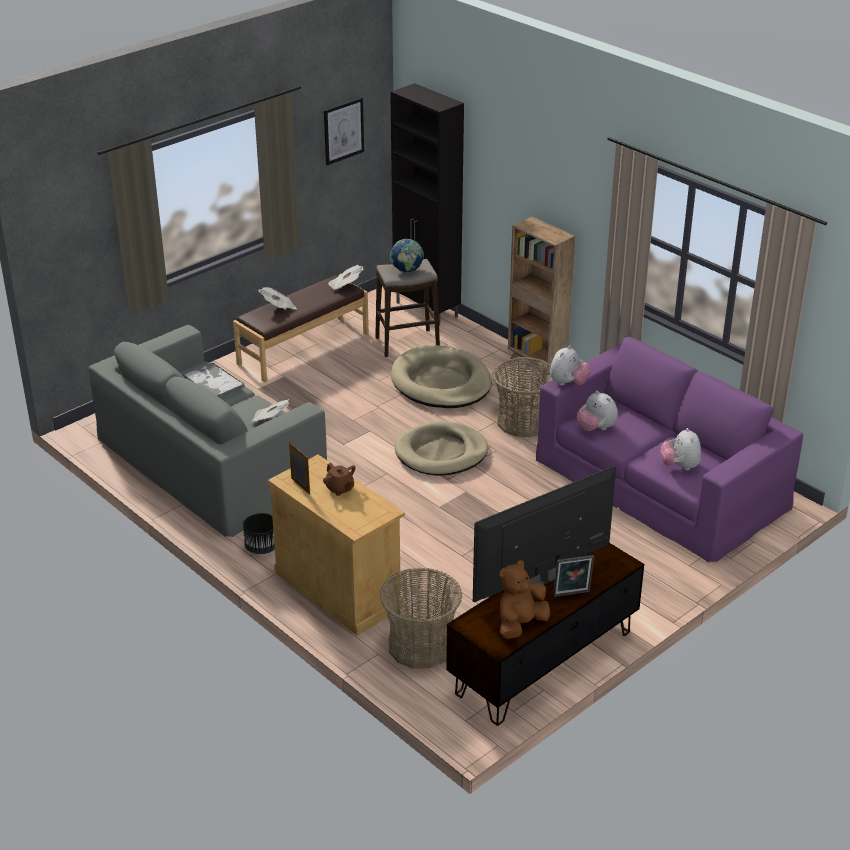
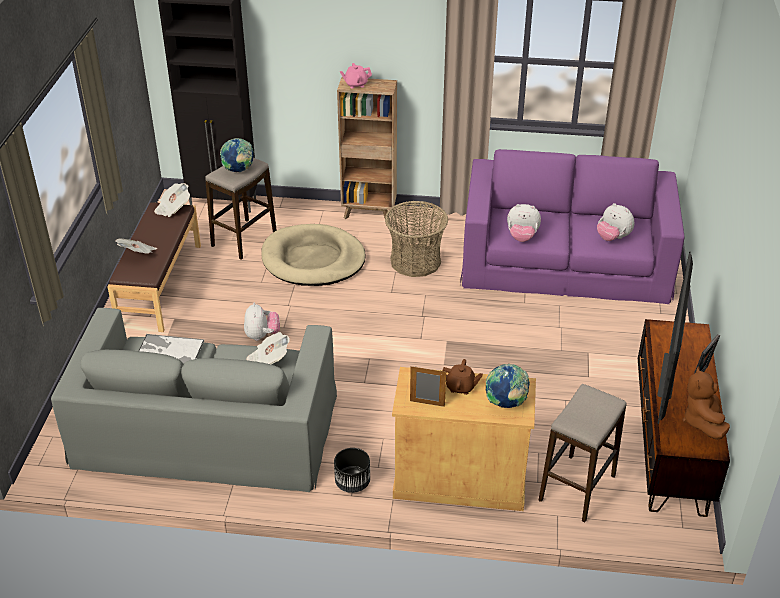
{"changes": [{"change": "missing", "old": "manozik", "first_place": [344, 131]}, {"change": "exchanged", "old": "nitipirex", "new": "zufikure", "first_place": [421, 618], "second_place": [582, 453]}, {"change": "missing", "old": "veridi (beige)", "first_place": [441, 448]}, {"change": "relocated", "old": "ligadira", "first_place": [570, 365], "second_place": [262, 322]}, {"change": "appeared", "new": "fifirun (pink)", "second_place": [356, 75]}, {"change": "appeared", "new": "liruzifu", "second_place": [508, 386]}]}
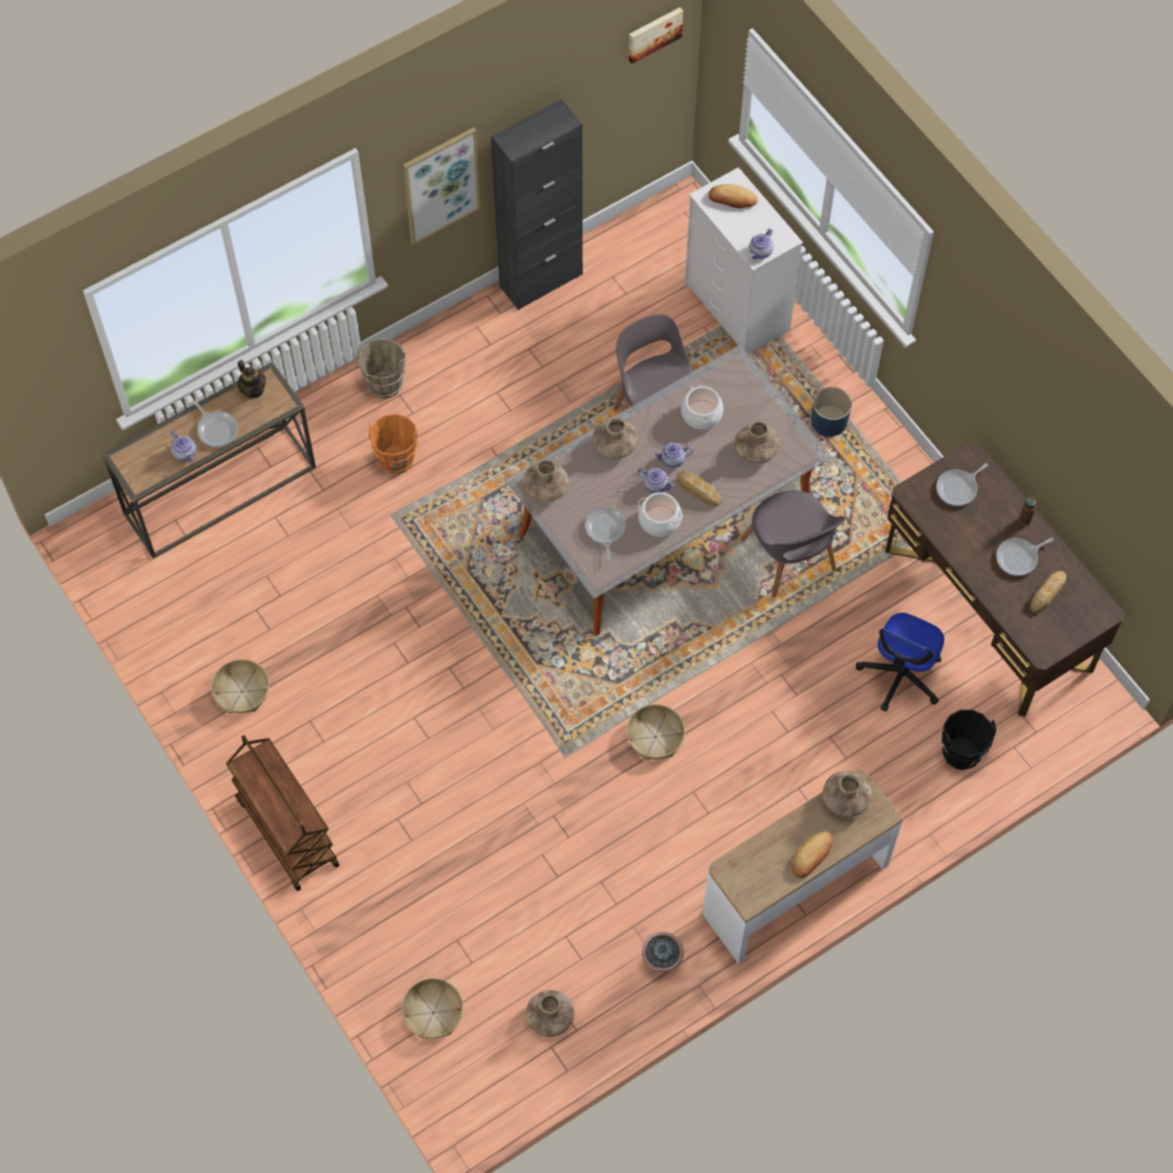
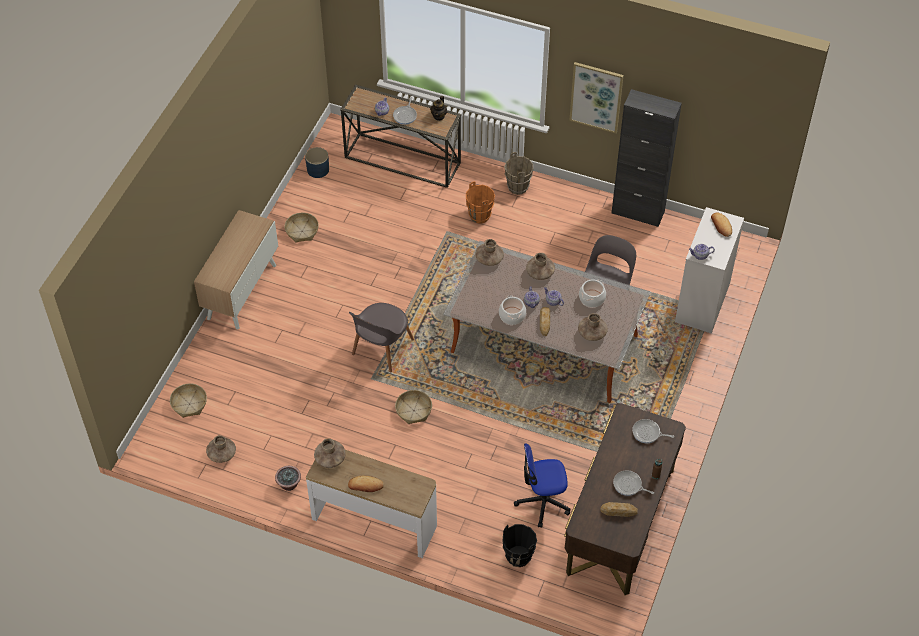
{"changes": [{"change": "exchanged", "old": "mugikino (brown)", "new": "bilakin", "first_place": [283, 813], "second_place": [236, 270]}, {"change": "missing", "old": "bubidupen", "first_place": [605, 534]}, {"change": "missing", "old": "manozik", "first_place": [656, 35]}, {"change": "relocated", "old": "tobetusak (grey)", "first_place": [793, 543], "second_place": [381, 337]}, {"change": "relocated", "old": "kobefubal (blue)", "first_place": [831, 412], "second_place": [317, 162]}, {"change": "relocated", "old": "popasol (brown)", "first_place": [847, 794], "second_place": [330, 453]}]}
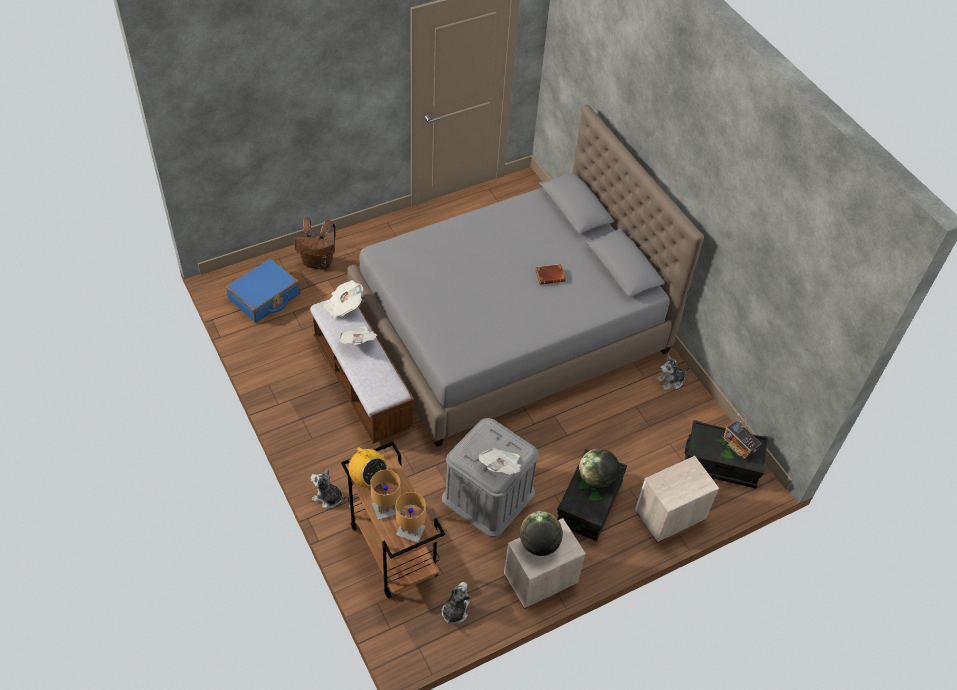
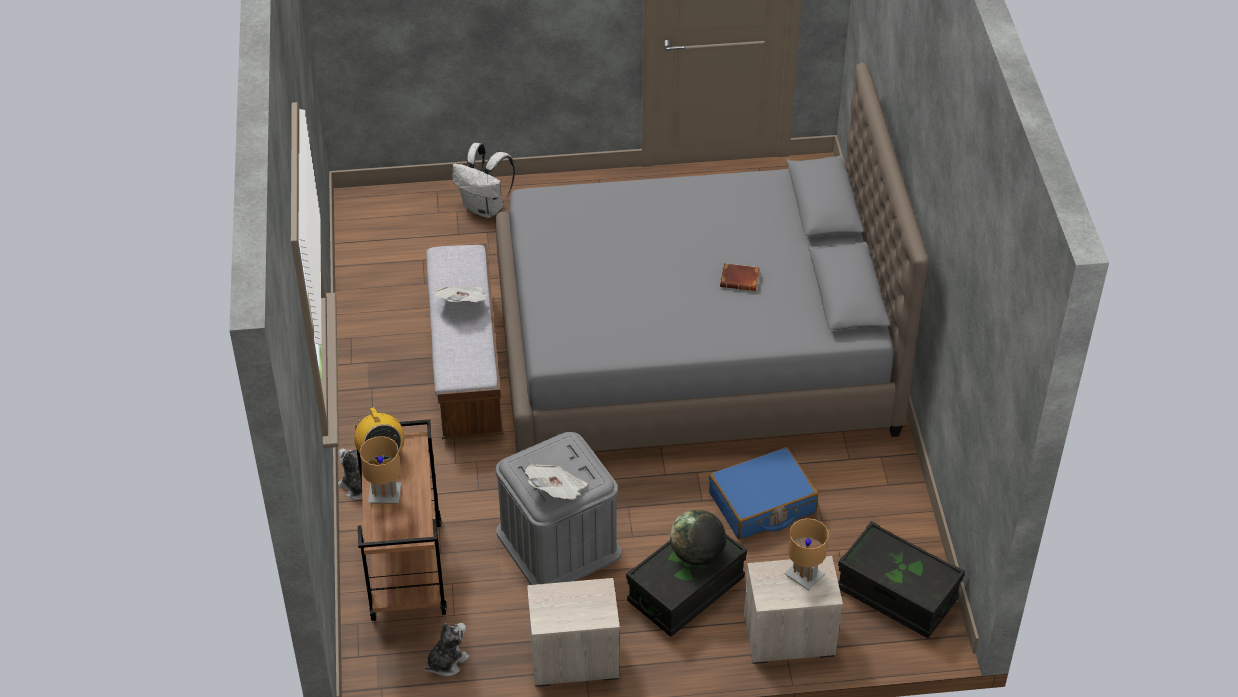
{"changes": [{"change": "relocated", "old": "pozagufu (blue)", "first_place": [263, 290], "second_place": [763, 493]}, {"change": "colour", "old": "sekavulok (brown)", "new": "sekavulok (white)", "first_place": [315, 243], "second_place": [483, 180]}, {"change": "missing", "old": "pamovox", "first_place": [343, 299]}, {"change": "relocated", "old": "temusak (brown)", "first_place": [410, 517], "second_place": [806, 554]}, {"change": "missing", "old": "liruzifu", "first_place": [541, 533]}, {"change": "missing", "old": "ligadira", "first_place": [673, 372]}, {"change": "missing", "old": "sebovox", "first_place": [742, 436]}]}
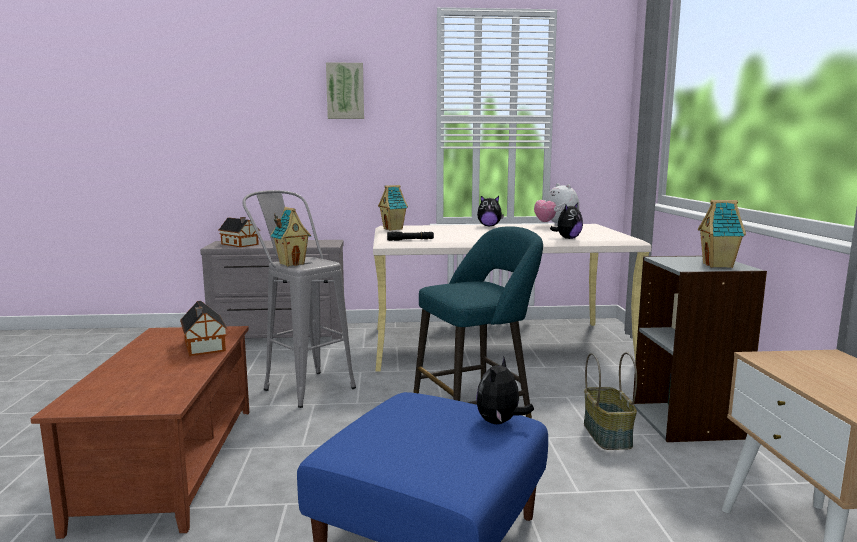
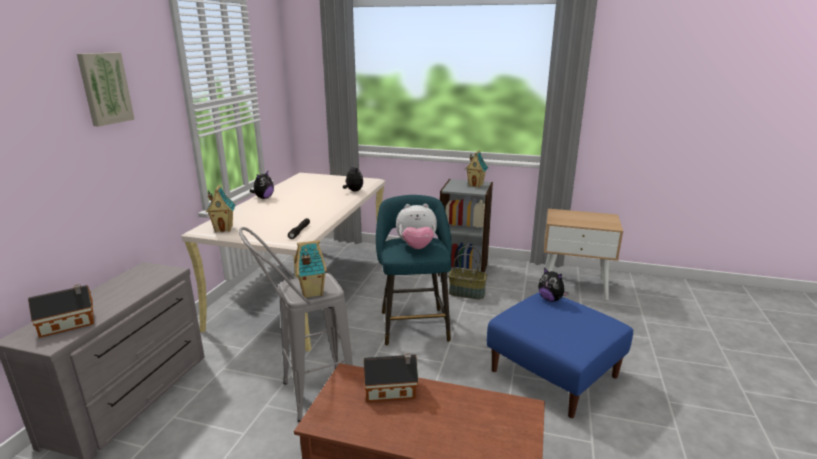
{"changes": [{"change": "relocated", "old": "ligadira", "first_place": [556, 204], "second_place": [416, 226]}]}
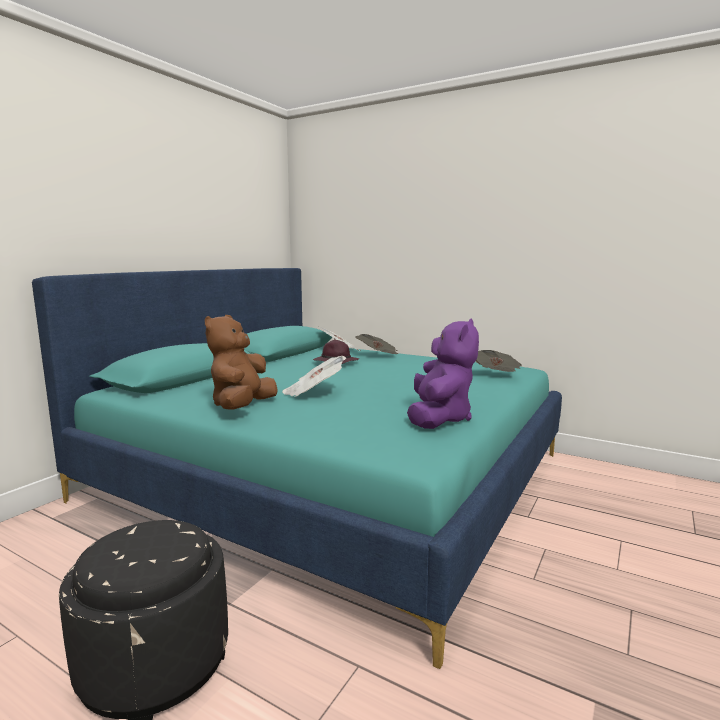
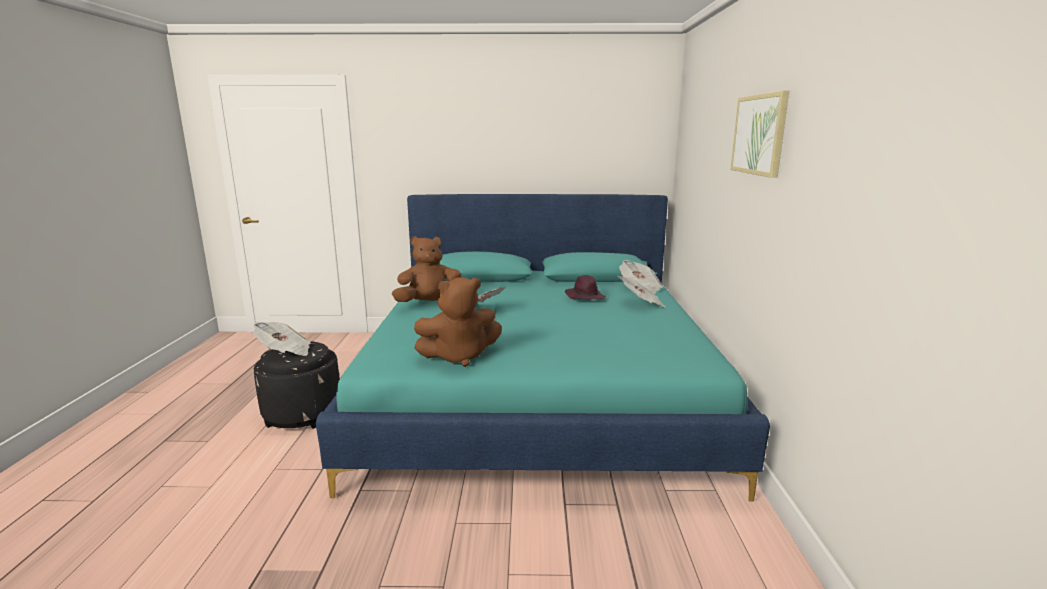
{"changes": [{"change": "colour", "old": "ligadira (purple)", "new": "ligadira (brown)", "first_place": [443, 373], "second_place": [458, 322]}, {"change": "relocated", "old": "pamovox", "first_place": [499, 361], "second_place": [282, 339]}, {"change": "appeared", "new": "manozik", "second_place": [759, 134]}]}
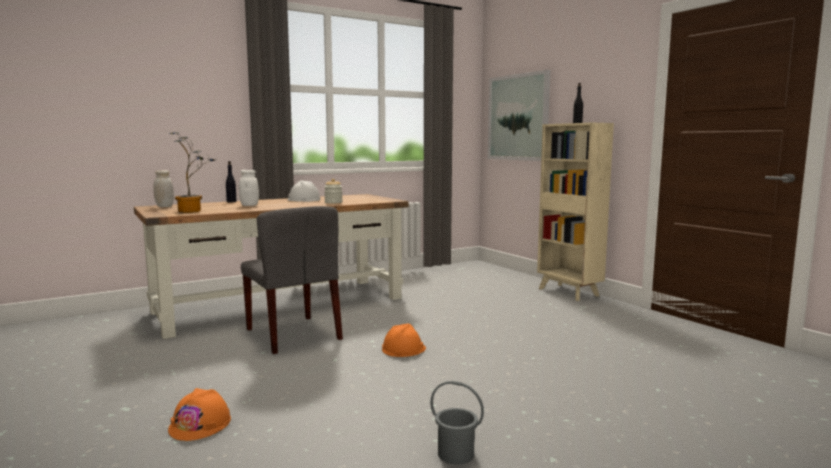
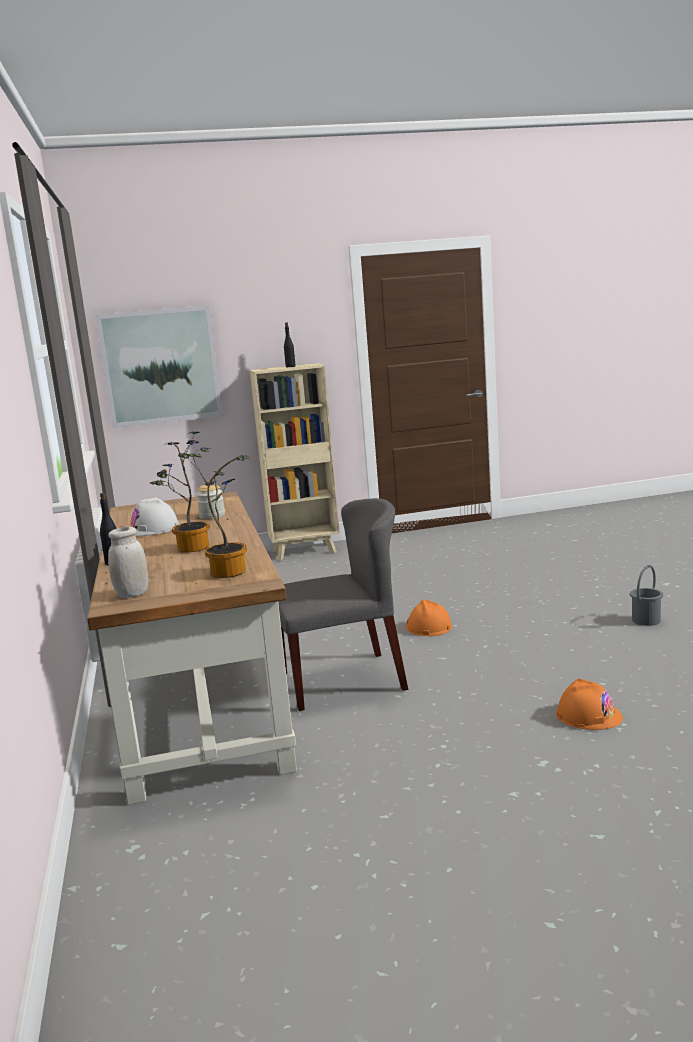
{"changes": [{"change": "exchanged", "old": "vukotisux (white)", "new": "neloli", "first_place": [249, 188], "second_place": [180, 491]}]}
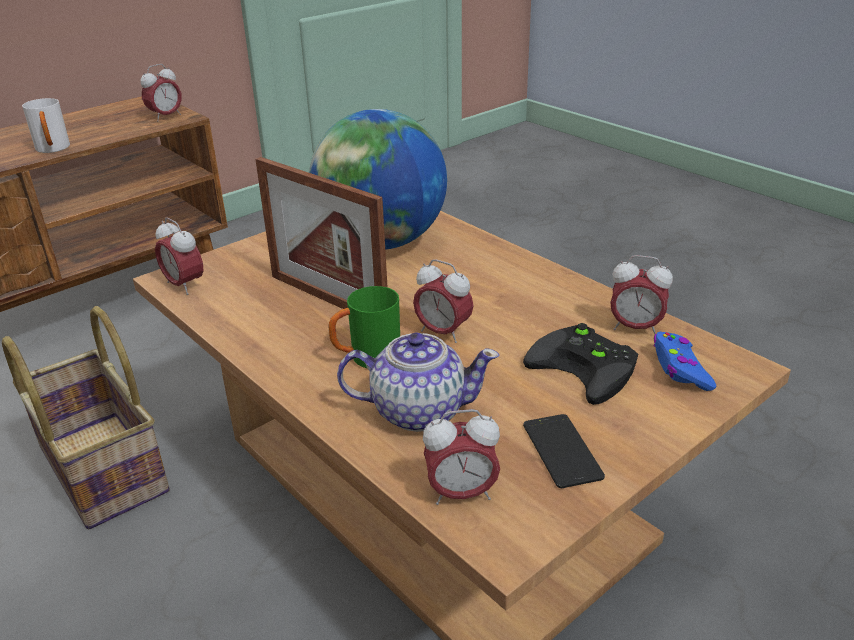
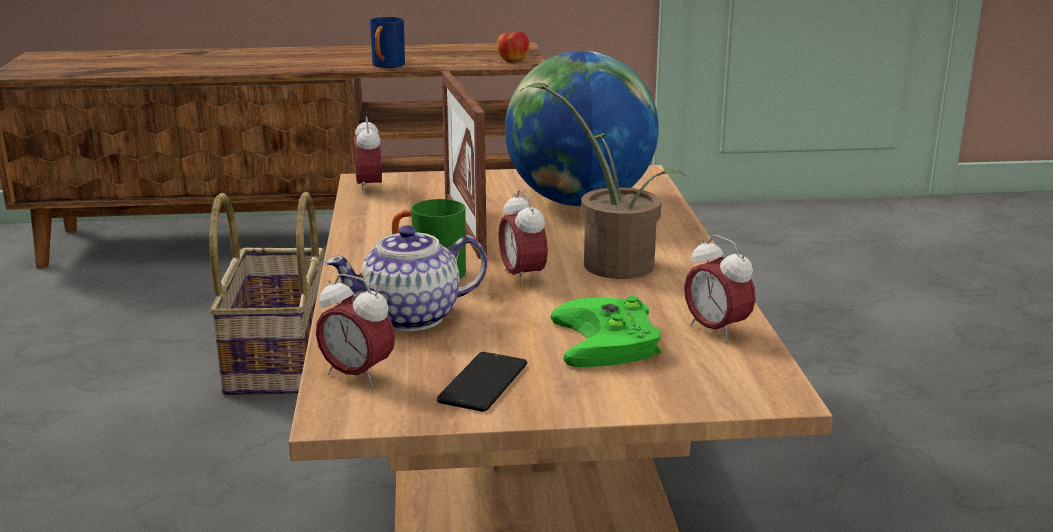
{"changes": [{"change": "colour", "old": "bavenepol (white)", "new": "bavenepol (blue)", "first_place": [46, 125], "second_place": [387, 42]}, {"change": "exchanged", "old": "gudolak", "new": "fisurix", "first_place": [161, 92], "second_place": [512, 46]}, {"change": "spun", "old": "fifirun", "first_place": [418, 382], "second_place": [406, 278], "degrees": 120}, {"change": "colour", "old": "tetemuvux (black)", "new": "tetemuvux (green)", "first_place": [580, 364], "second_place": [605, 331]}, {"change": "missing", "old": "tetemuvux (blue)", "first_place": [685, 361]}, {"change": "appeared", "new": "neloli", "second_place": [603, 181]}]}
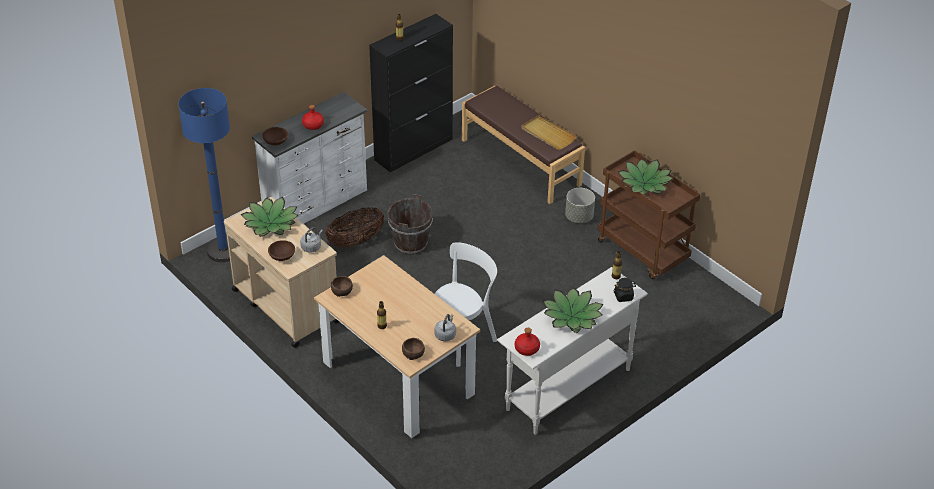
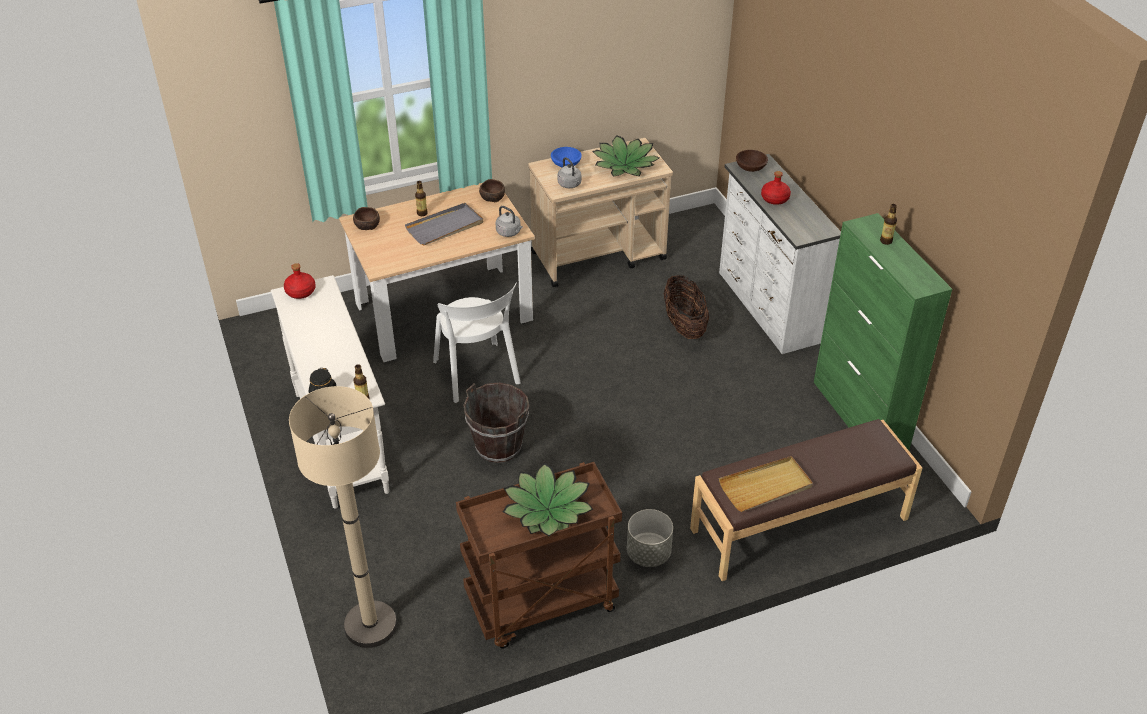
{"changes": [{"change": "missing", "old": "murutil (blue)", "first_place": [204, 175]}, {"change": "colour", "old": "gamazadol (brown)", "new": "gamazadol (blue)", "first_place": [281, 250], "second_place": [566, 157]}, {"change": "colour", "old": "bilakin (black)", "new": "bilakin (green)", "first_place": [411, 93], "second_place": [883, 331]}, {"change": "relocated", "old": "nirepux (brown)", "first_place": [410, 224], "second_place": [496, 423]}, {"change": "relocated", "old": "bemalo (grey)", "first_place": [445, 327], "second_place": [509, 221]}, {"change": "missing", "old": "neloli", "first_place": [573, 310]}, {"change": "appeared", "new": "murutil (beige)", "second_place": [343, 517]}, {"change": "appeared", "new": "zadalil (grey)", "second_place": [444, 224]}]}
